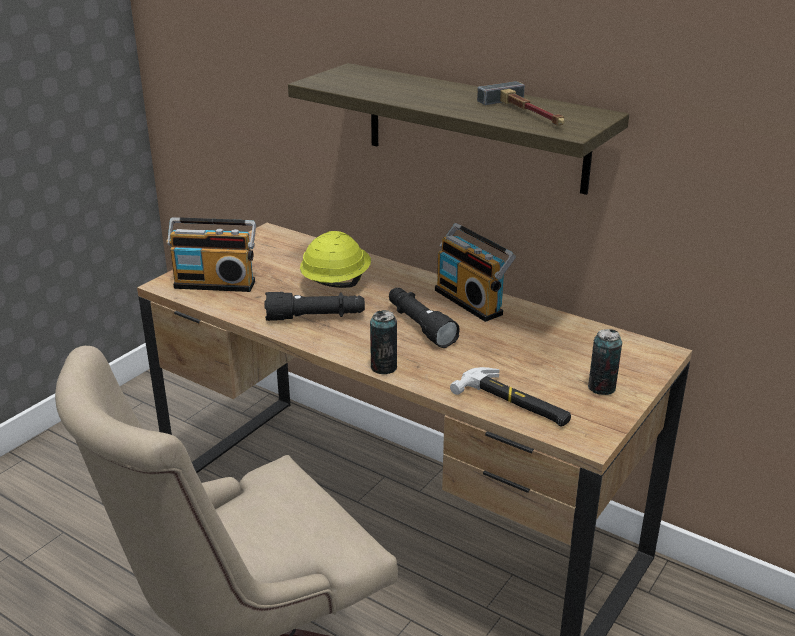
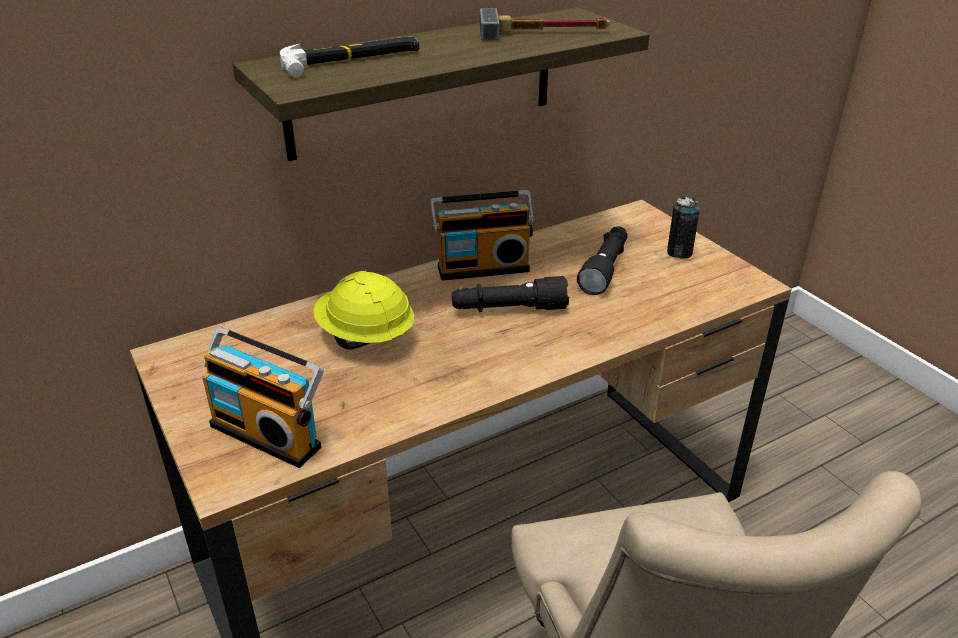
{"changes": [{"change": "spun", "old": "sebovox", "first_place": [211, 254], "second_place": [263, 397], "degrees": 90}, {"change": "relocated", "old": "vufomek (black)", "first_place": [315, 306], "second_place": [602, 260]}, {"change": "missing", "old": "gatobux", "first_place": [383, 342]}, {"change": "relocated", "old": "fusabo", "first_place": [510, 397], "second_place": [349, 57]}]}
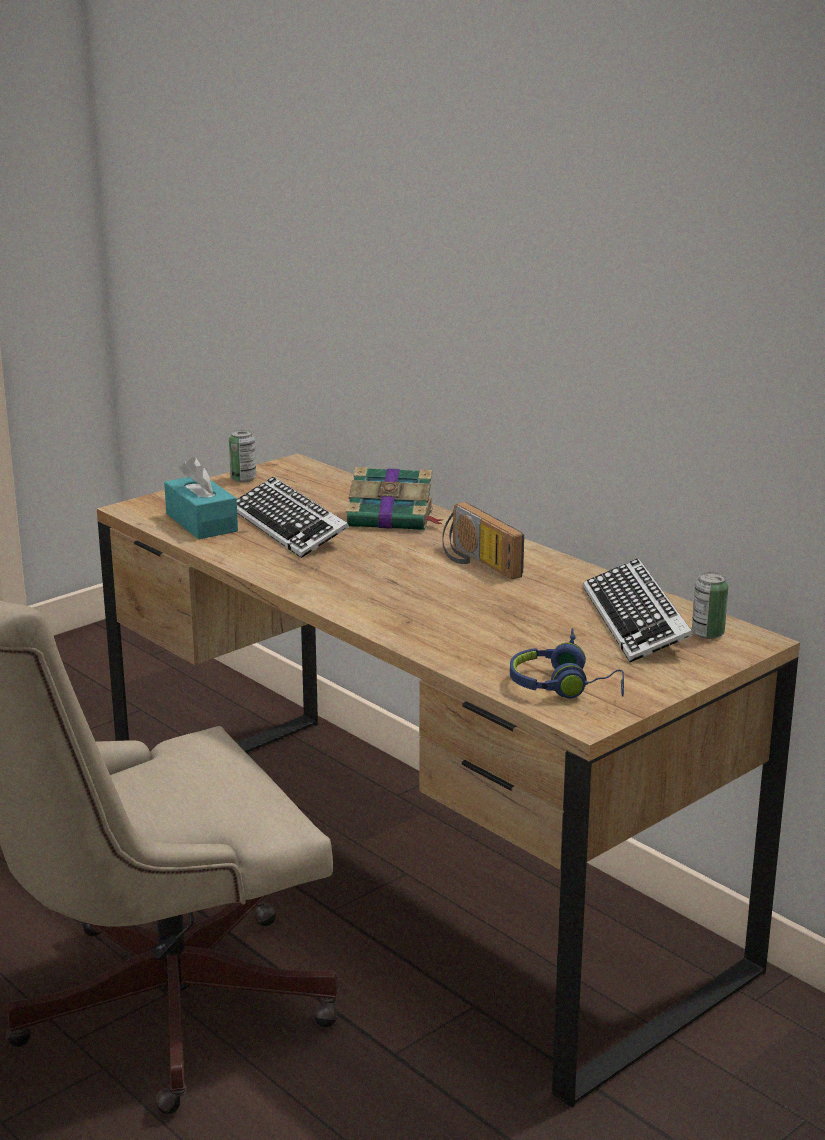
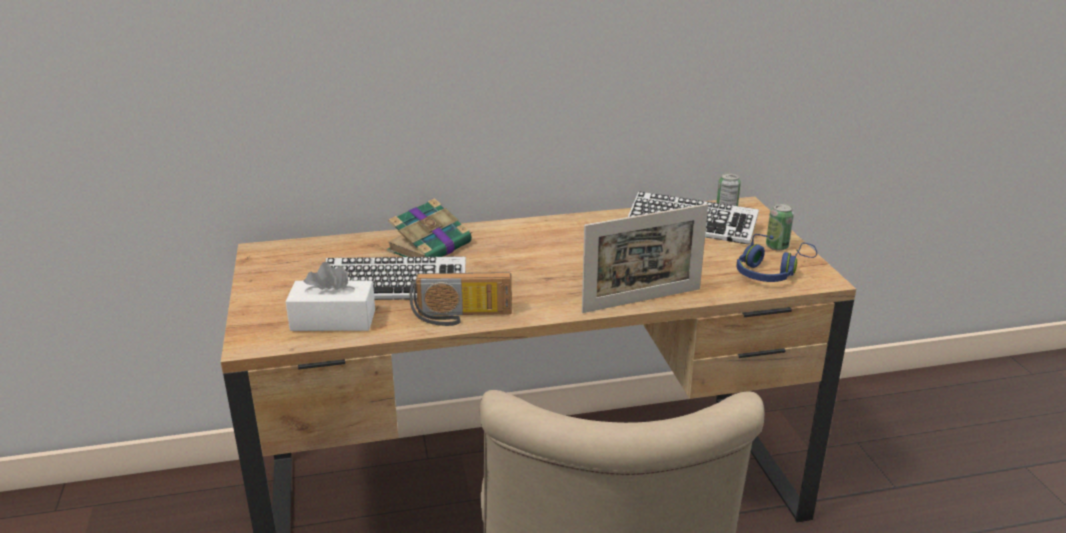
{"changes": [{"change": "colour", "old": "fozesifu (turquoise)", "new": "fozesifu (white)", "first_place": [201, 498], "second_place": [330, 296]}, {"change": "relocated", "old": "gatobux", "first_place": [242, 456], "second_place": [780, 227]}, {"change": "relocated", "old": "sebovox", "first_place": [483, 541], "second_place": [461, 299]}, {"change": "appeared", "new": "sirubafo", "second_place": [645, 258]}]}
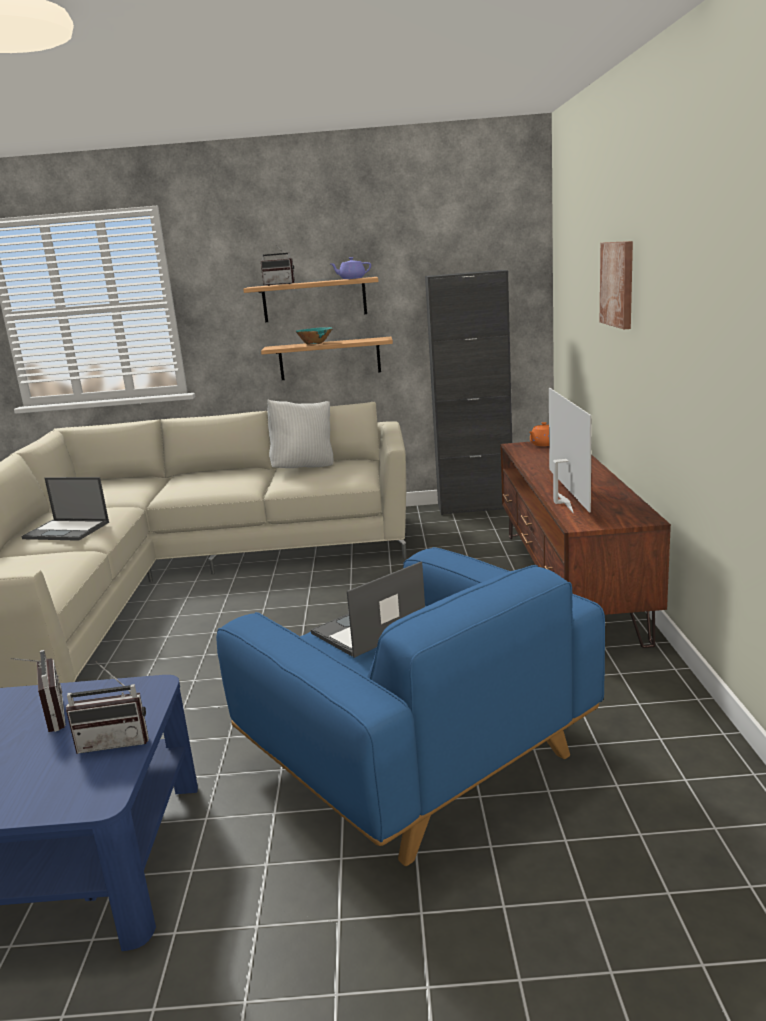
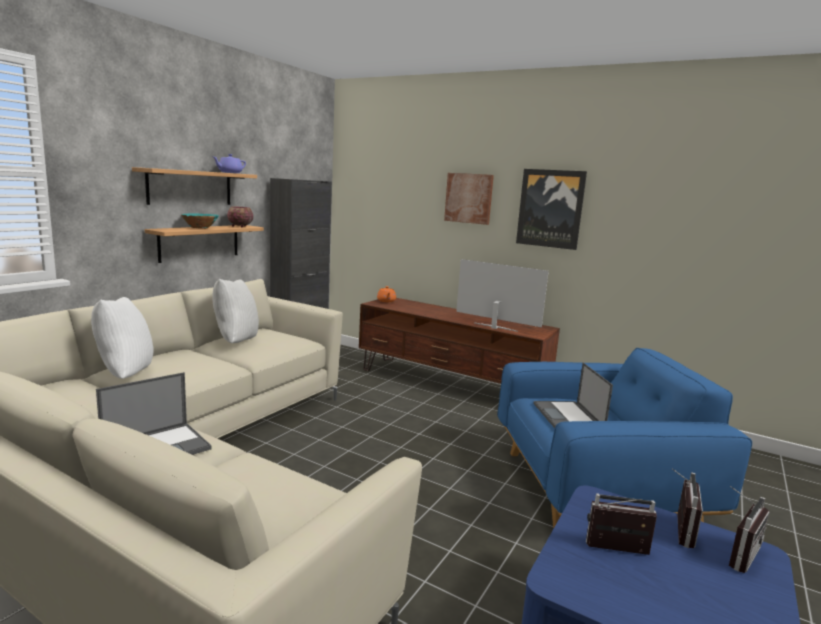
{"changes": [{"change": "relocated", "old": "sebovox", "first_place": [278, 266], "second_place": [749, 529]}, {"change": "appeared", "new": "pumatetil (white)", "second_place": [122, 338]}, {"change": "appeared", "new": "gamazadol", "second_place": [240, 217]}, {"change": "appeared", "new": "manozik", "second_place": [551, 209]}]}
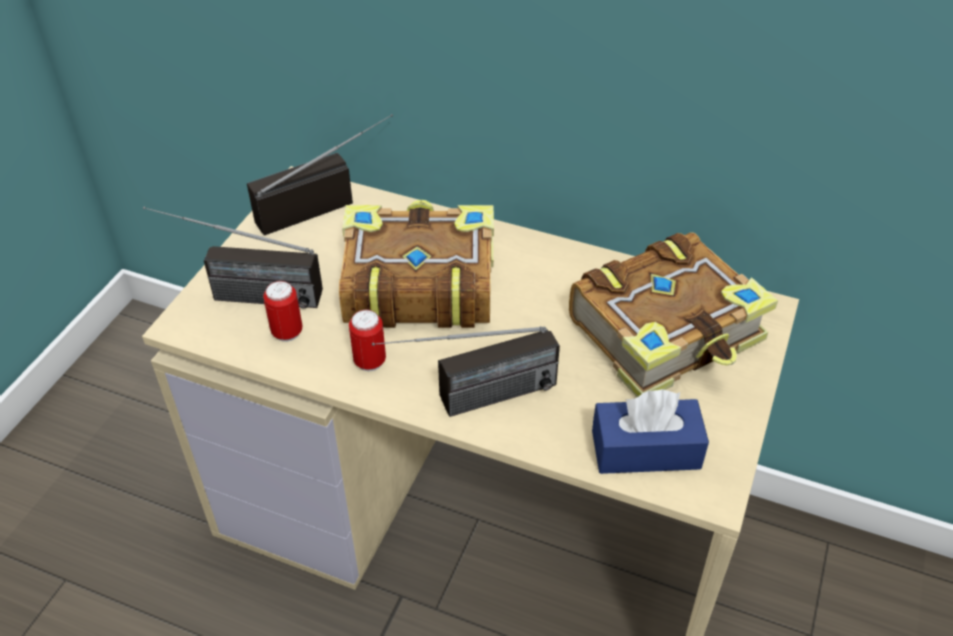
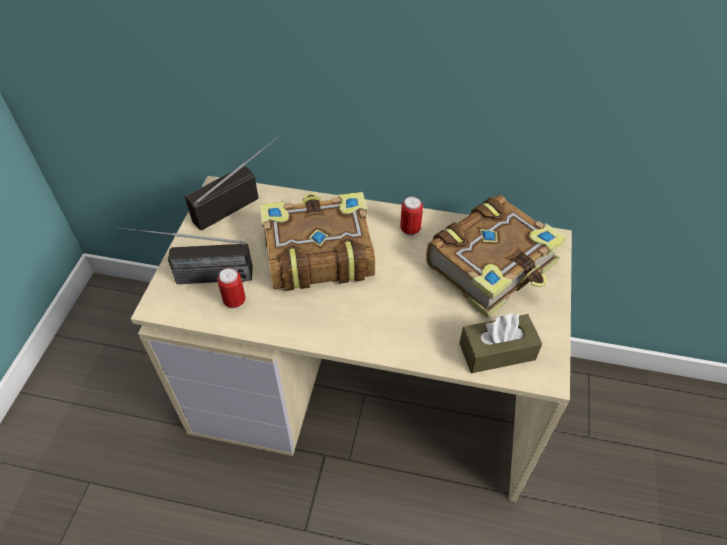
{"changes": [{"change": "relocated", "old": "gatobux", "first_place": [367, 340], "second_place": [411, 216]}, {"change": "missing", "old": "sebovox", "first_place": [466, 371]}, {"change": "colour", "old": "fozesifu (blue)", "new": "fozesifu (brown)", "first_place": [650, 431], "second_place": [500, 343]}]}
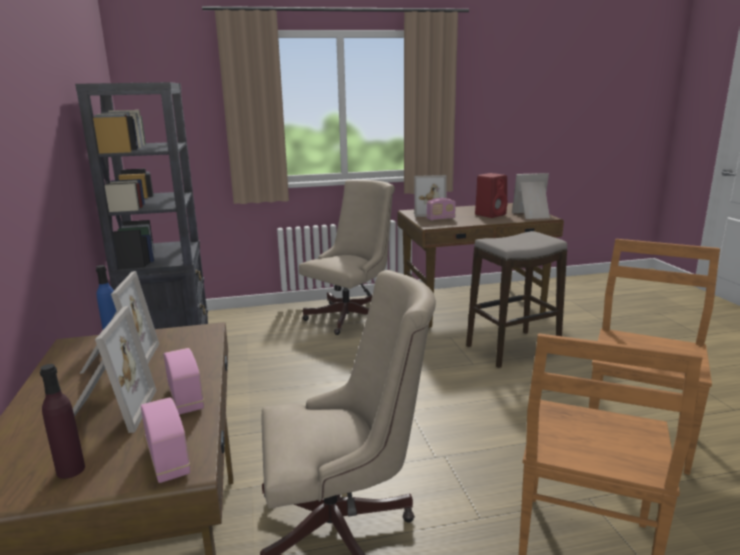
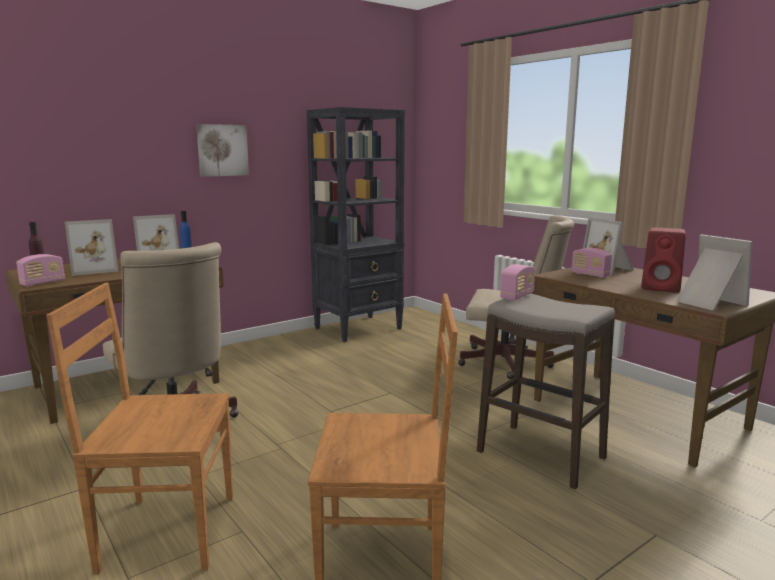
{"changes": [{"change": "relocated", "old": "sebovox", "first_place": [184, 381], "second_place": [517, 282]}, {"change": "appeared", "new": "manozik", "second_place": [222, 150]}]}
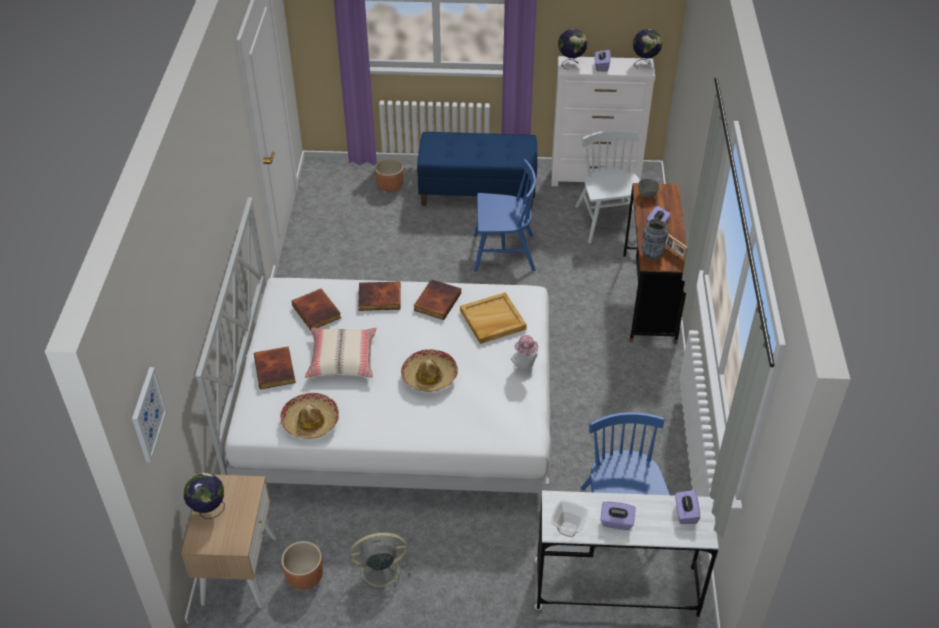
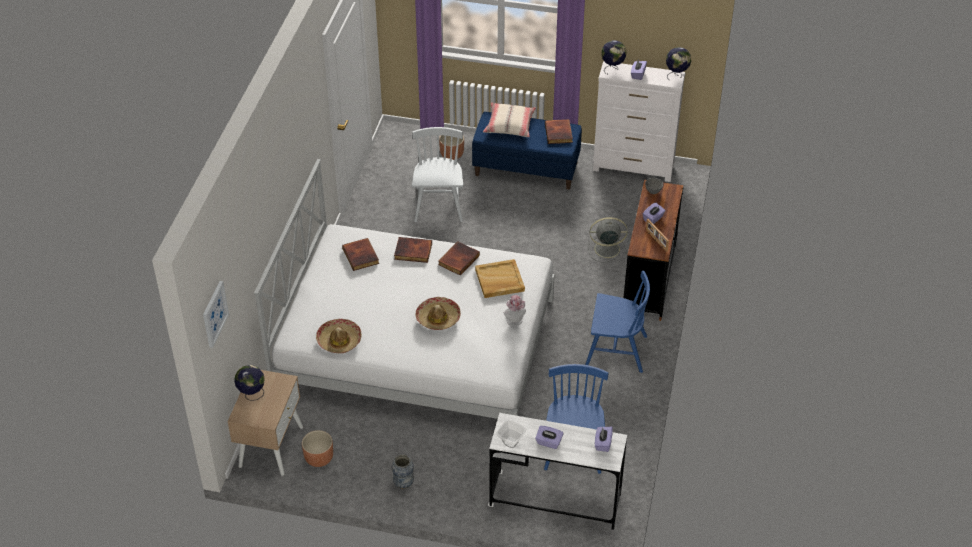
{"changes": [{"change": "relocated", "old": "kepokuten", "first_place": [275, 367], "second_place": [559, 131]}, {"change": "relocated", "old": "pumatetil (beige)", "first_place": [340, 352], "second_place": [509, 119]}, {"change": "relocated", "old": "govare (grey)", "first_place": [380, 564], "second_place": [608, 240]}, {"change": "relocated", "old": "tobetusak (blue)", "first_place": [505, 215], "second_place": [617, 322]}, {"change": "relocated", "old": "tobetusak (white)", "first_place": [607, 186], "second_place": [437, 174]}, {"change": "relocated", "old": "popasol", "first_place": [655, 239], "second_place": [402, 471]}]}
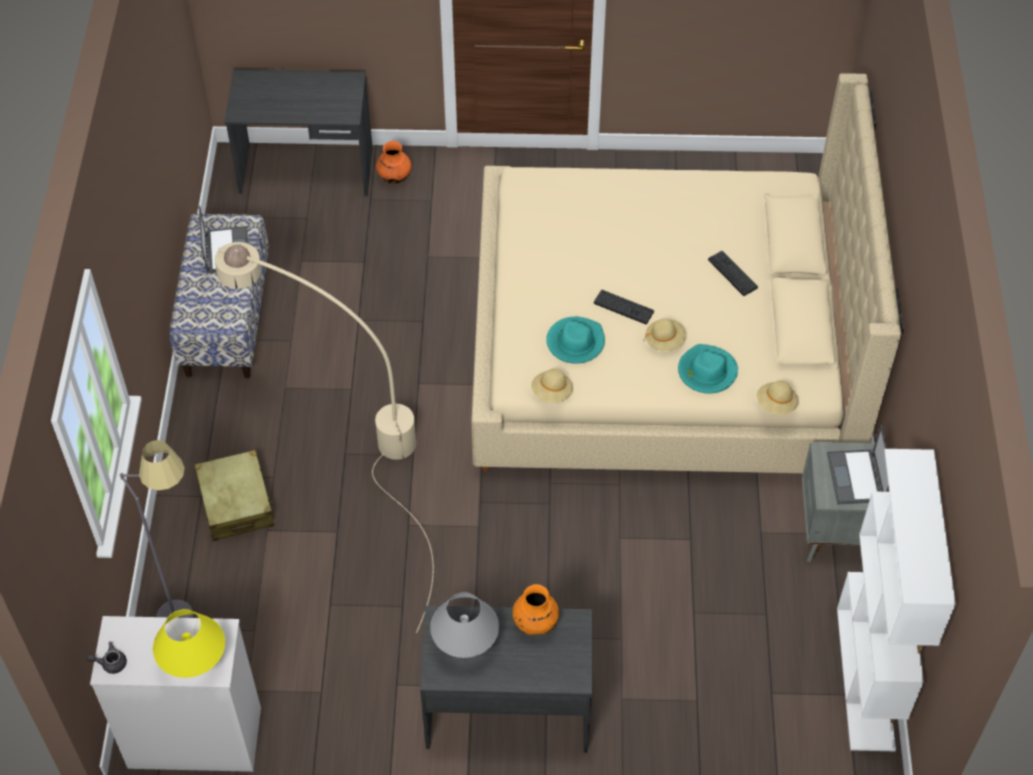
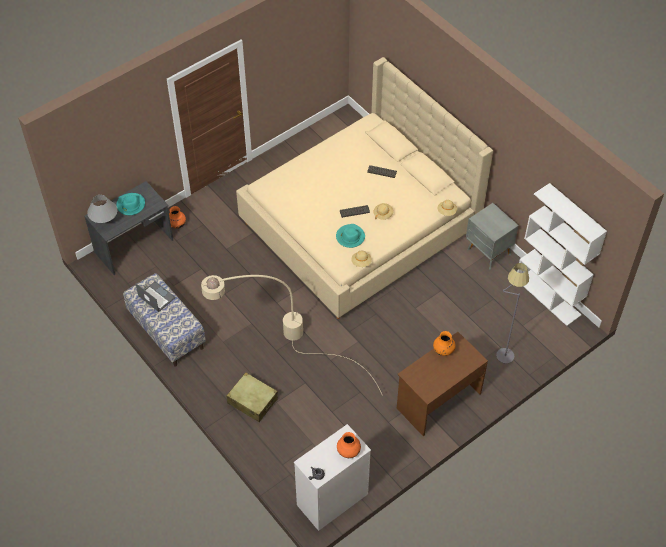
{"changes": [{"change": "relocated", "old": "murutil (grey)", "first_place": [156, 529], "second_place": [512, 313]}, {"change": "exchanged", "old": "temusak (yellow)", "new": "popasol (orange)", "first_place": [189, 643], "second_place": [349, 445]}, {"change": "colour", "old": "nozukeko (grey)", "new": "nozukeko (brown)", "first_place": [506, 679], "second_place": [442, 384]}, {"change": "relocated", "old": "temusak (grey)", "first_place": [464, 625], "second_place": [102, 209]}, {"change": "relocated", "old": "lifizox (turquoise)", "first_place": [708, 368], "second_place": [130, 204]}, {"change": "missing", "old": "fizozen", "first_place": [858, 464]}]}
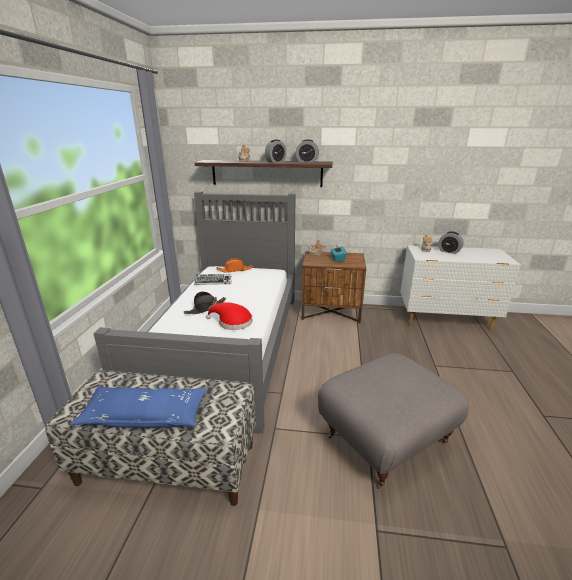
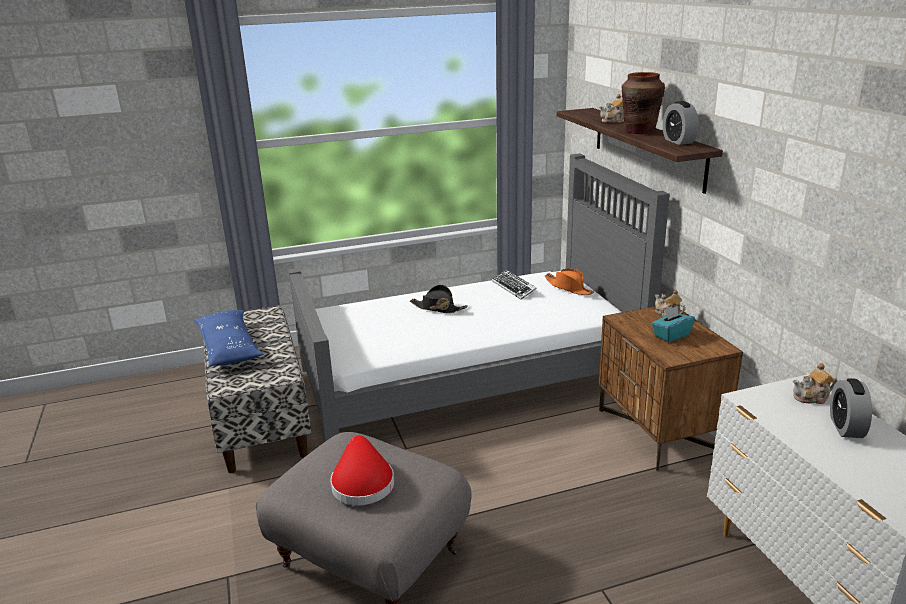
{"changes": [{"change": "relocated", "old": "lifizox (red)", "first_place": [229, 316], "second_place": [362, 470]}, {"change": "exchanged", "old": "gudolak", "new": "popasol (brown)", "first_place": [276, 151], "second_place": [643, 103]}]}
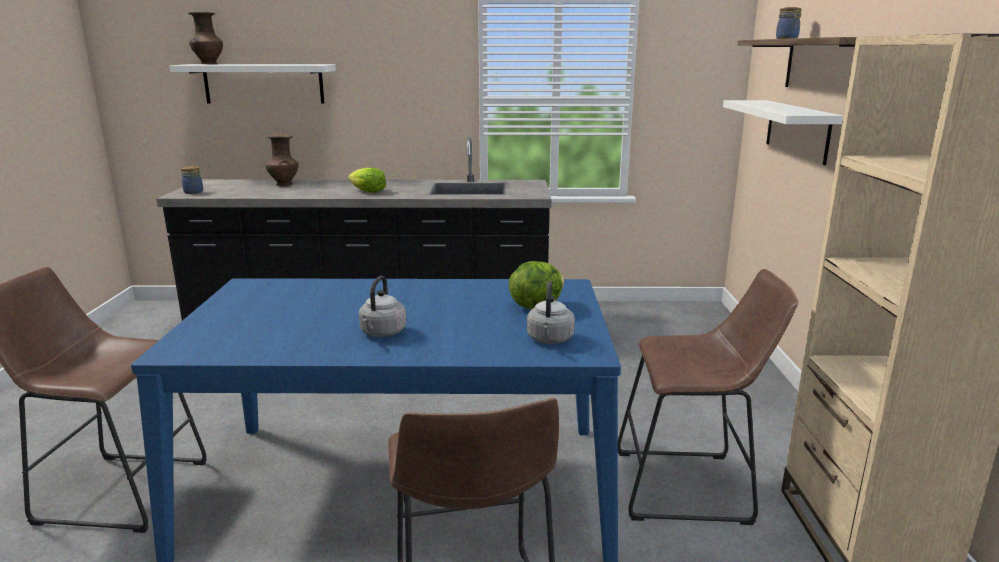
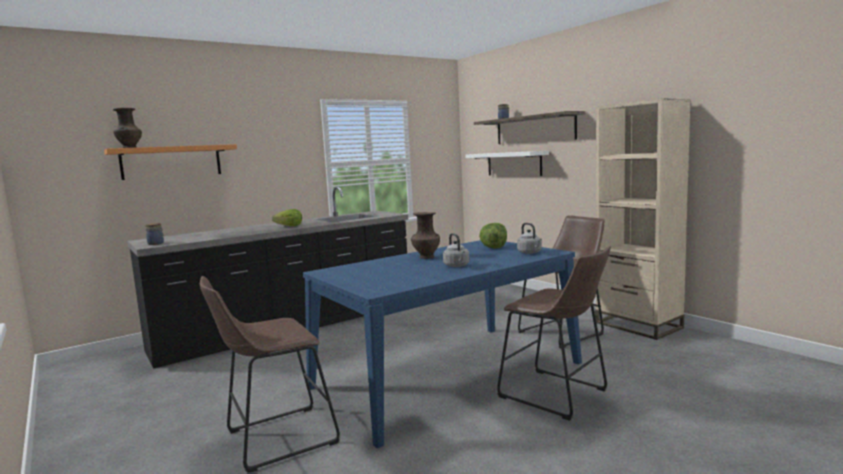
{"changes": [{"change": "colour", "old": "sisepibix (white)", "new": "sisepibix (orange)", "first_place": [252, 84], "second_place": [170, 162]}, {"change": "relocated", "old": "popasol (brown)", "first_place": [281, 160], "second_place": [425, 235]}]}
